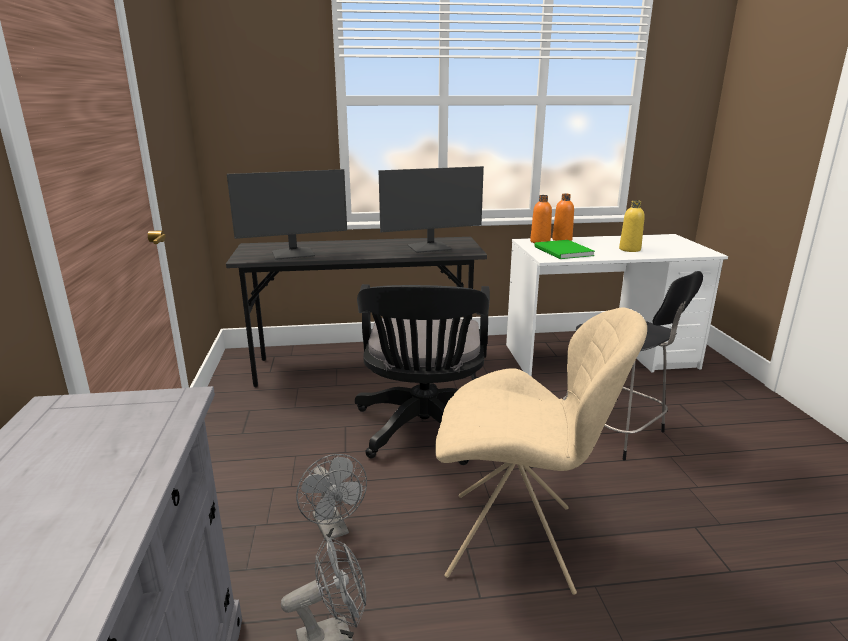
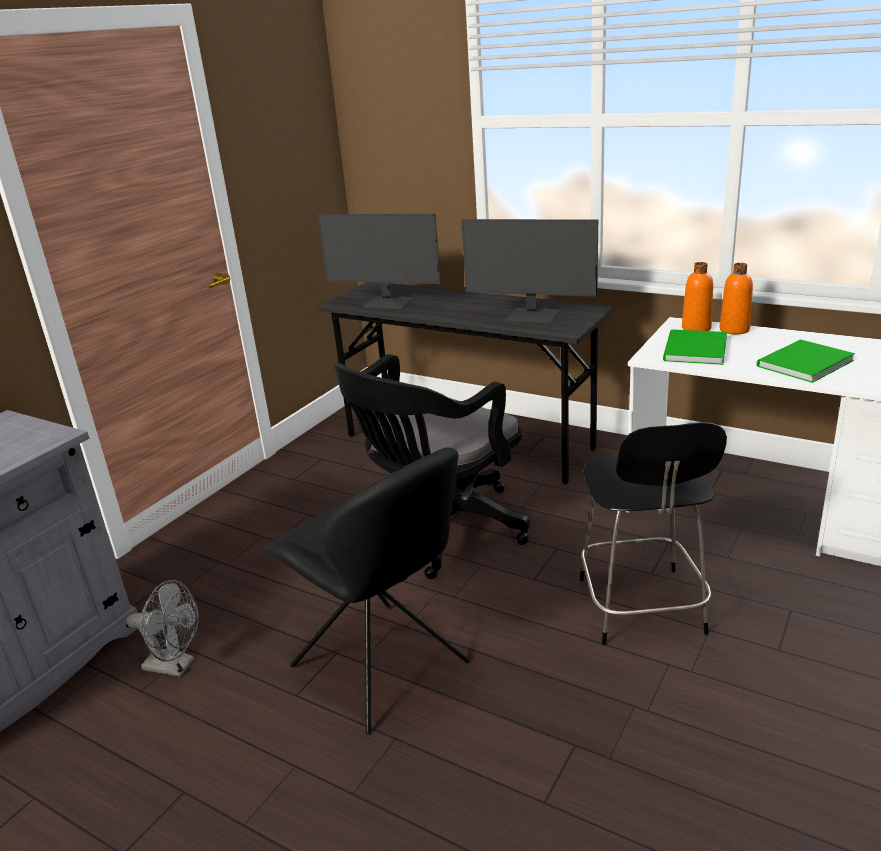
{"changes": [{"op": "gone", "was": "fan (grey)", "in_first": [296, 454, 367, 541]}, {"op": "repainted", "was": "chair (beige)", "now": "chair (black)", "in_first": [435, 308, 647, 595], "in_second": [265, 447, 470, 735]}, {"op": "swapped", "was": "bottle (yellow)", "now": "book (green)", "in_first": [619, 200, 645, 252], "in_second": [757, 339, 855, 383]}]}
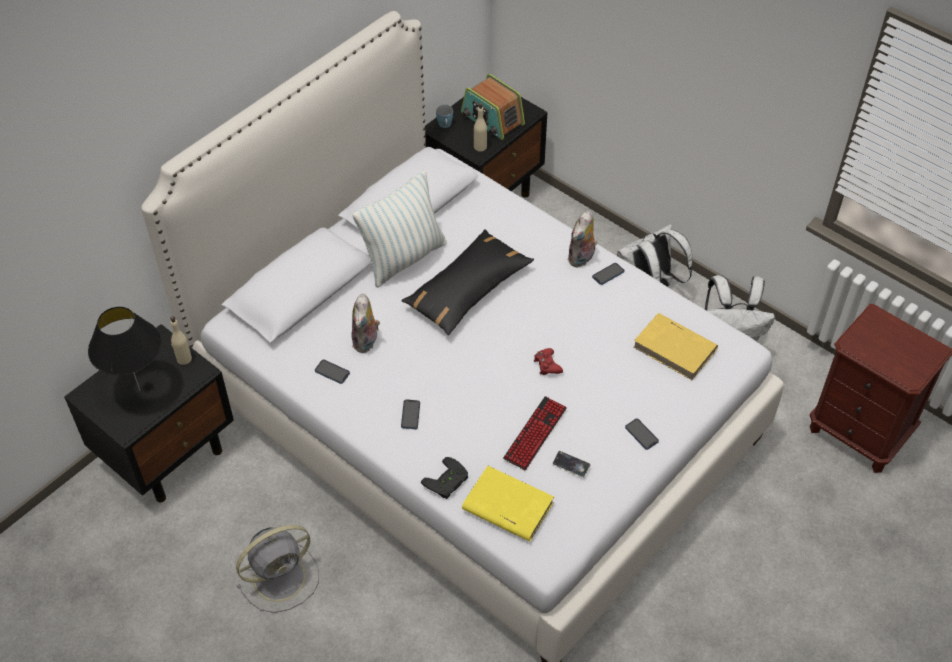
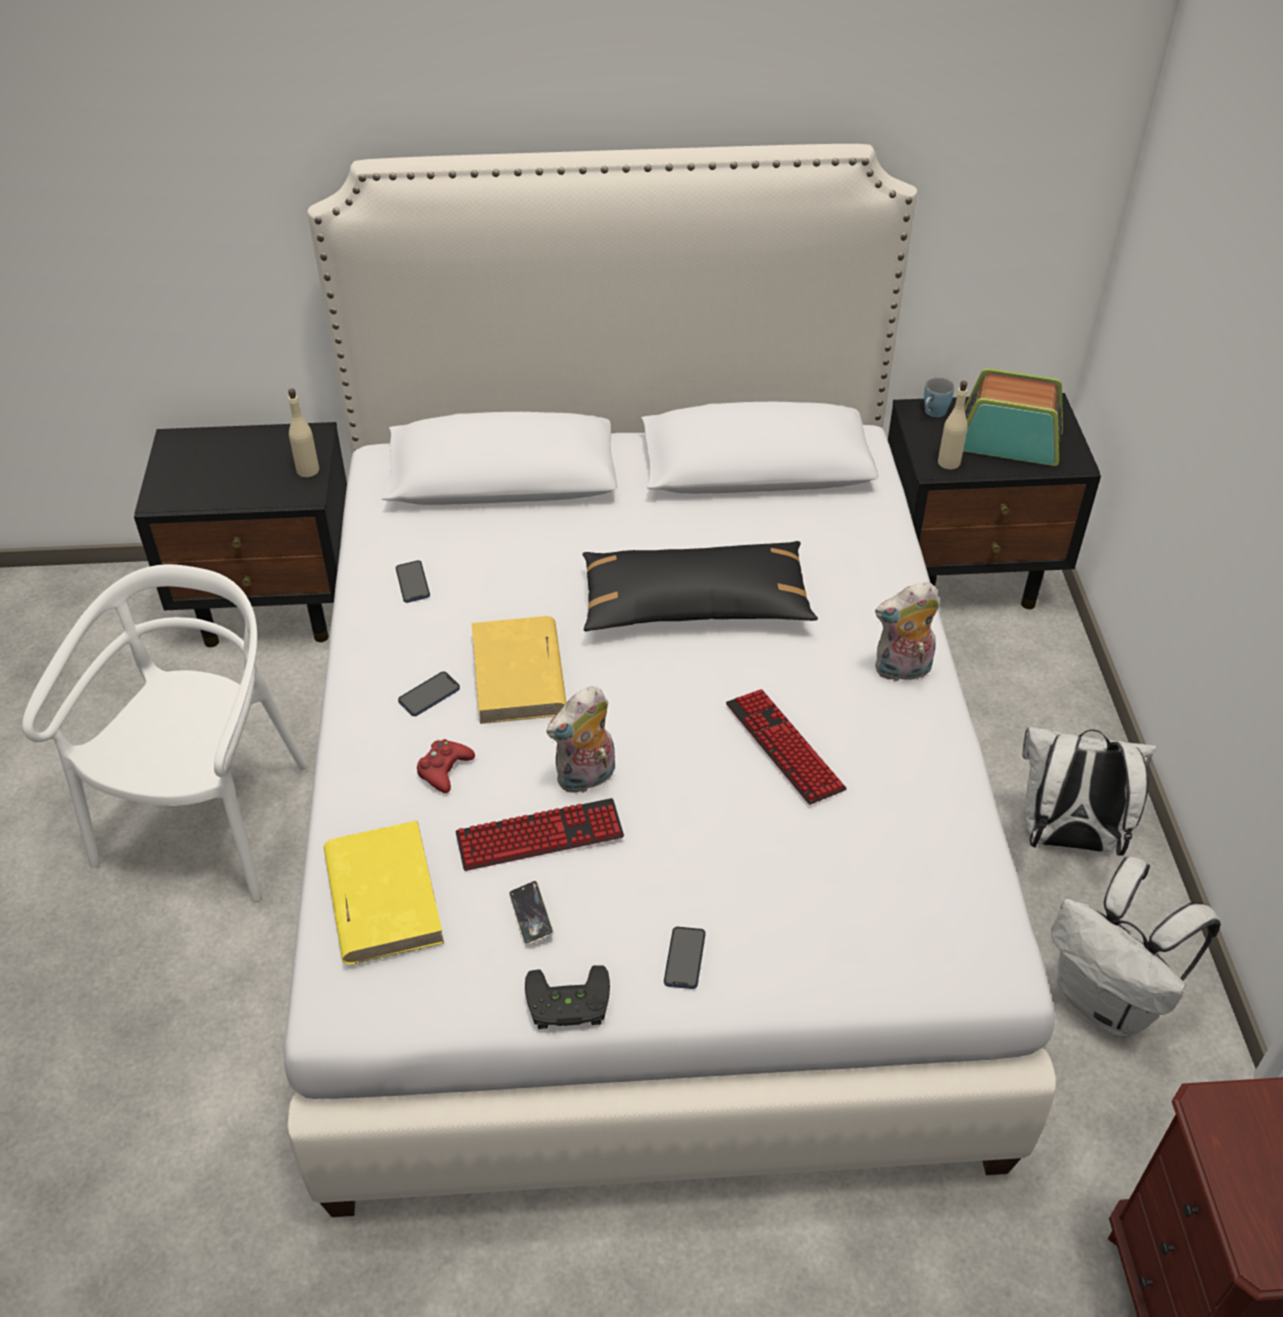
{"changes": [{"op": "gone", "was": "table lamp (black)", "in_first": [88, 307, 162, 392]}, {"op": "swapped", "was": "fan (grey)", "now": "chair (white)", "in_first": [236, 525, 319, 613], "in_second": [22, 564, 308, 902]}, {"op": "shifted", "was": "plush toy", "in_first": [352, 294, 380, 353], "in_second": [546, 686, 615, 793]}, {"op": "gone", "was": "pillow", "in_first": [353, 170, 447, 287]}, {"op": "shifted", "was": "game controller (black)", "in_first": [421, 457, 468, 499], "in_second": [525, 965, 610, 1029]}, {"op": "rotated", "was": "radio", "in_first": [461, 74, 525, 140], "in_second": [963, 368, 1063, 466], "clockwise": 105}, {"op": "shifted", "was": "game controller (red)", "in_first": [534, 348, 563, 375], "in_second": [417, 739, 475, 793]}, {"op": "gone", "was": "phone", "in_first": [592, 263, 625, 285]}, {"op": "shifted", "was": "book (yellow)", "in_first": [633, 313, 718, 380], "in_second": [472, 616, 567, 724]}, {"op": "new", "now": "keyboard", "in_second": [726, 689, 847, 805]}]}
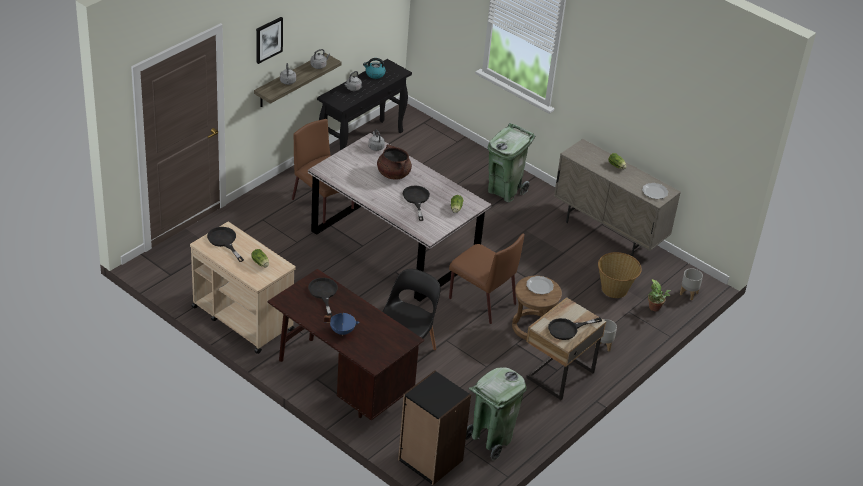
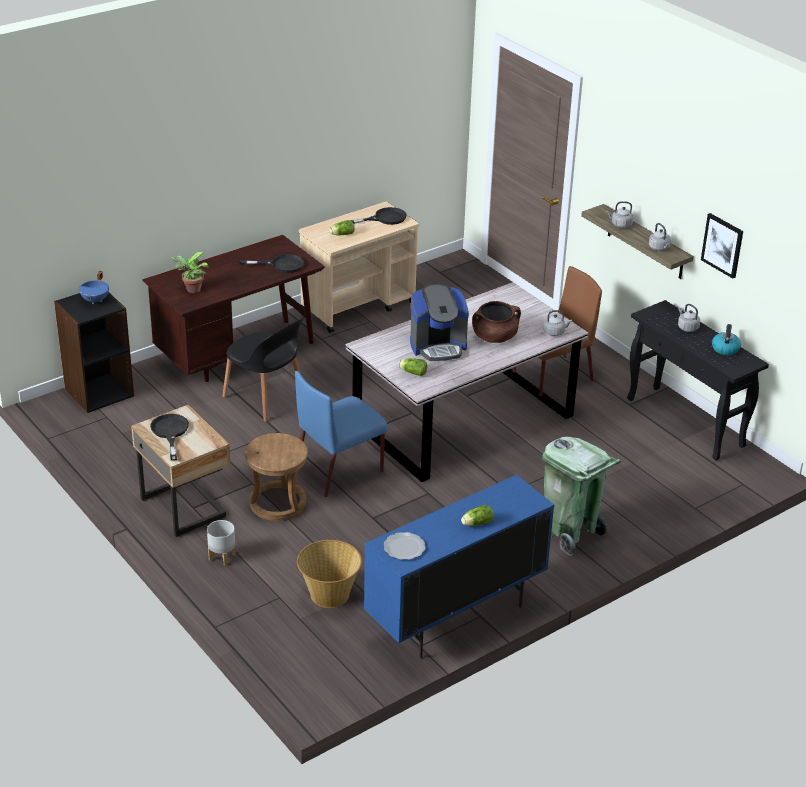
{"changes": [{"op": "shifted", "was": "picture", "in_first": [256, 17, 283, 64], "in_second": [701, 213, 743, 279]}, {"op": "shifted", "was": "cooking pot (blue)", "in_first": [324, 313, 360, 336], "in_second": [79, 271, 109, 304]}, {"op": "swapped", "was": "frying pan (black)", "now": "coffee machine", "in_first": [403, 185, 430, 221], "in_second": [410, 284, 469, 361]}, {"op": "repainted", "was": "chair (brown)", "now": "chair (blue)", "in_first": [449, 234, 524, 324], "in_second": [295, 371, 388, 497]}, {"op": "gone", "was": "trash can (green)", "in_first": [466, 367, 526, 461]}, {"op": "gone", "was": "plate", "in_first": [526, 276, 554, 294]}, {"op": "repainted", "was": "cabinet (beige)", "now": "cabinet (blue)", "in_first": [554, 139, 681, 257], "in_second": [364, 475, 554, 658]}, {"op": "shifted", "was": "potted plant", "in_first": [647, 279, 671, 311], "in_second": [170, 252, 209, 293]}, {"op": "gone", "was": "planter (grey)", "in_first": [680, 268, 703, 300]}]}
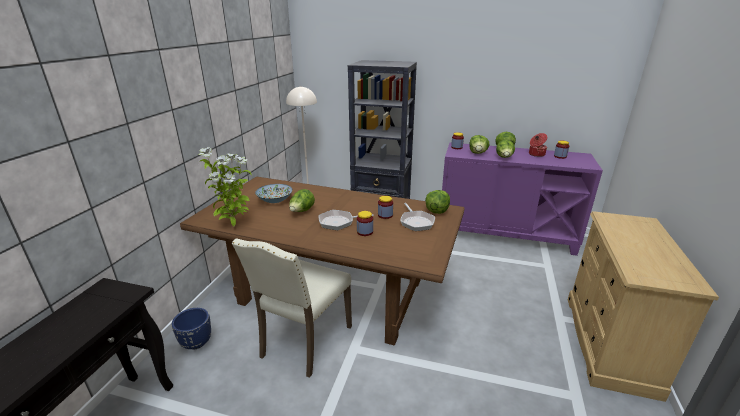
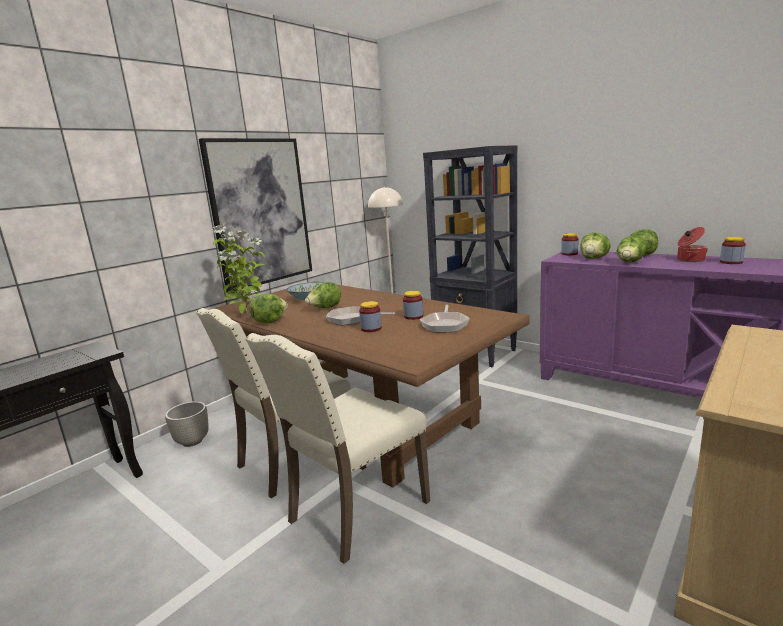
{"changes": [{"op": "repainted", "was": "planter (blue)", "now": "planter (grey)", "in_first": [172, 308, 211, 349], "in_second": [165, 401, 209, 447]}, {"op": "shifted", "was": "lettuce", "in_first": [425, 190, 450, 214], "in_second": [250, 294, 288, 323]}, {"op": "new", "now": "picture", "in_second": [199, 138, 312, 293]}, {"op": "new", "now": "chair (beige)", "in_second": [245, 333, 430, 564]}]}
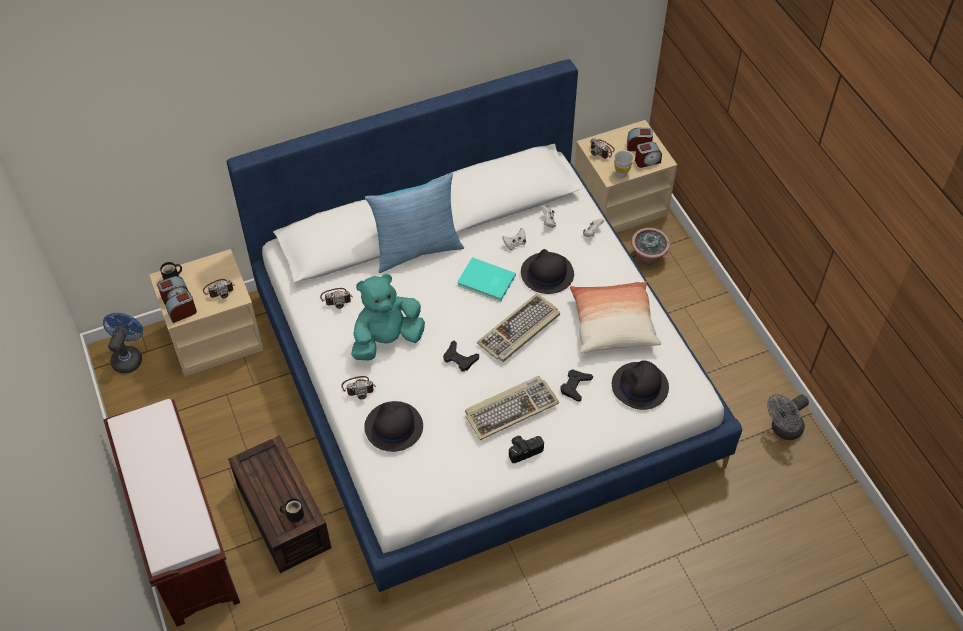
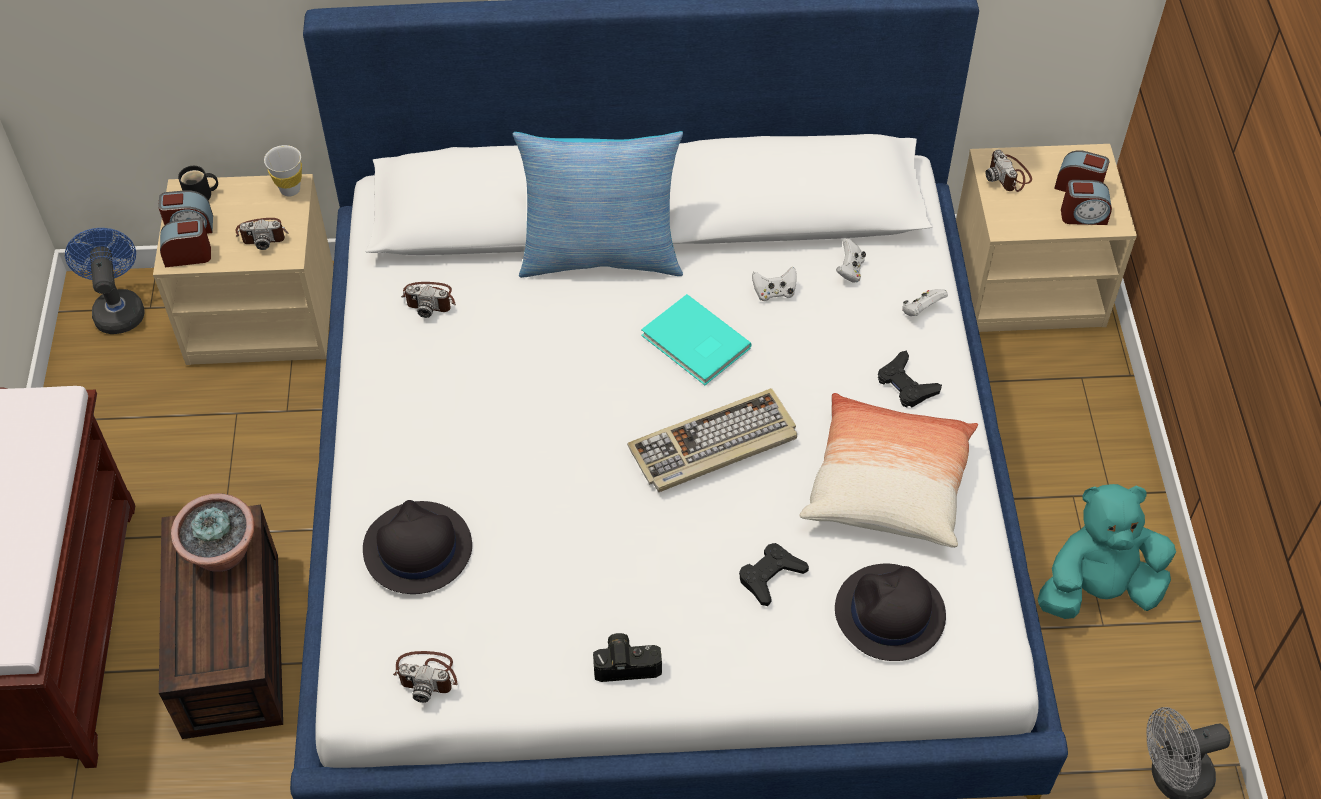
{"changes": [{"op": "rotated", "was": "fan (blue)", "in_first": [103, 313, 143, 373], "in_second": [65, 228, 144, 334], "clockwise": -45}, {"op": "gone", "was": "mug (black)", "in_first": [280, 498, 304, 522]}, {"op": "shifted", "was": "photo camera", "in_first": [341, 376, 376, 400], "in_second": [393, 651, 458, 703]}, {"op": "shifted", "was": "plush toy (turquoise)", "in_first": [351, 274, 425, 361], "in_second": [1038, 484, 1176, 619]}, {"op": "shifted", "was": "game controller (black)", "in_first": [443, 340, 479, 372], "in_second": [878, 350, 942, 408]}, {"op": "gone", "was": "keyboard", "in_first": [465, 376, 559, 440]}, {"op": "gone", "was": "hat (black)", "in_first": [521, 249, 574, 294]}, {"op": "shifted", "was": "cup (white)", "in_first": [614, 150, 634, 178], "in_second": [264, 145, 302, 197]}, {"op": "shifted", "was": "potted plant", "in_first": [631, 228, 670, 265], "in_second": [171, 493, 255, 572]}]}
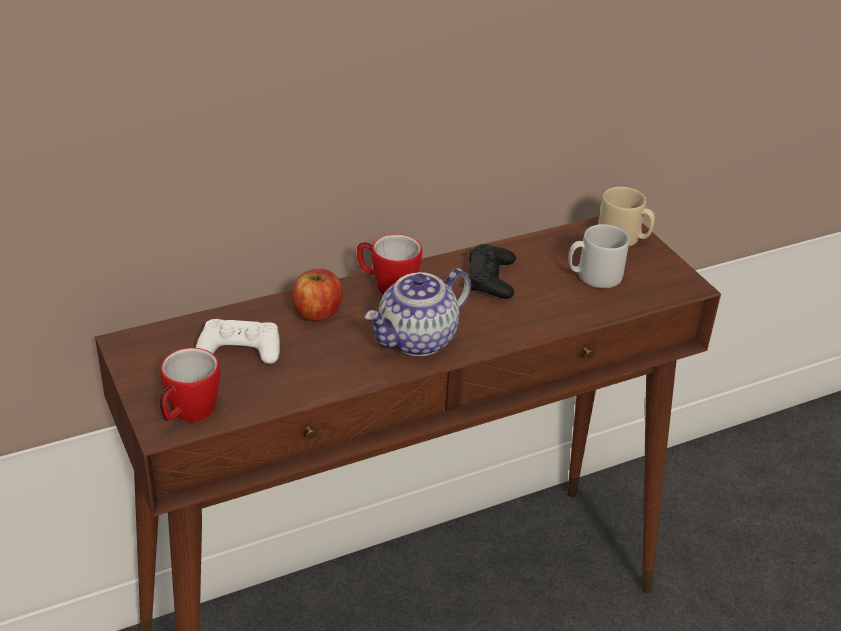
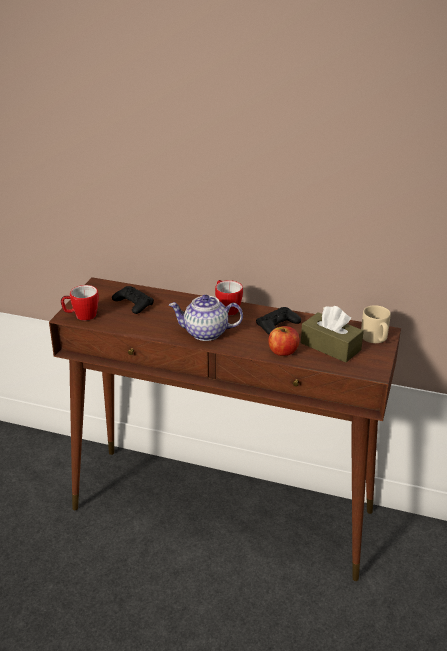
{"changes": [{"op": "repainted", "was": "game controller (white)", "now": "game controller (black)", "in_first": [196, 319, 280, 364], "in_second": [112, 286, 154, 314]}, {"op": "shifted", "was": "apple", "in_first": [292, 269, 343, 322], "in_second": [268, 326, 300, 356]}, {"op": "swapped", "was": "mug (grey)", "now": "tissue box (brown)", "in_first": [568, 224, 629, 288], "in_second": [301, 306, 364, 363]}]}
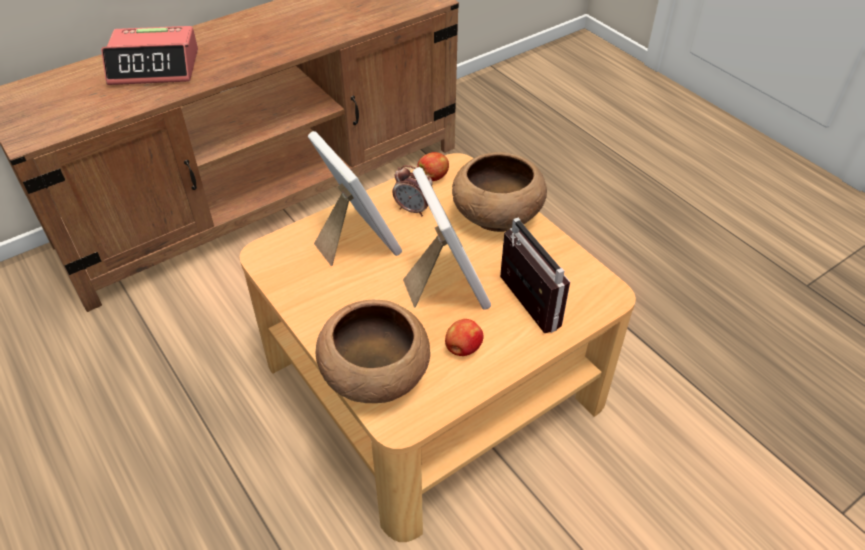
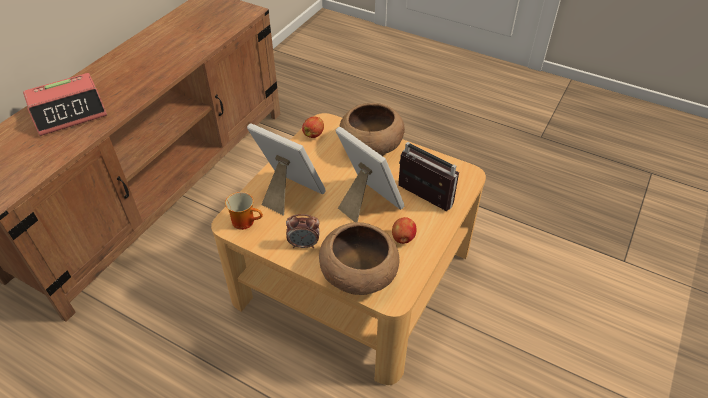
{"changes": [{"op": "shifted", "was": "alarm clock", "in_first": [393, 165, 433, 216], "in_second": [286, 214, 320, 248]}, {"op": "new", "now": "mug", "in_second": [225, 192, 263, 230]}]}
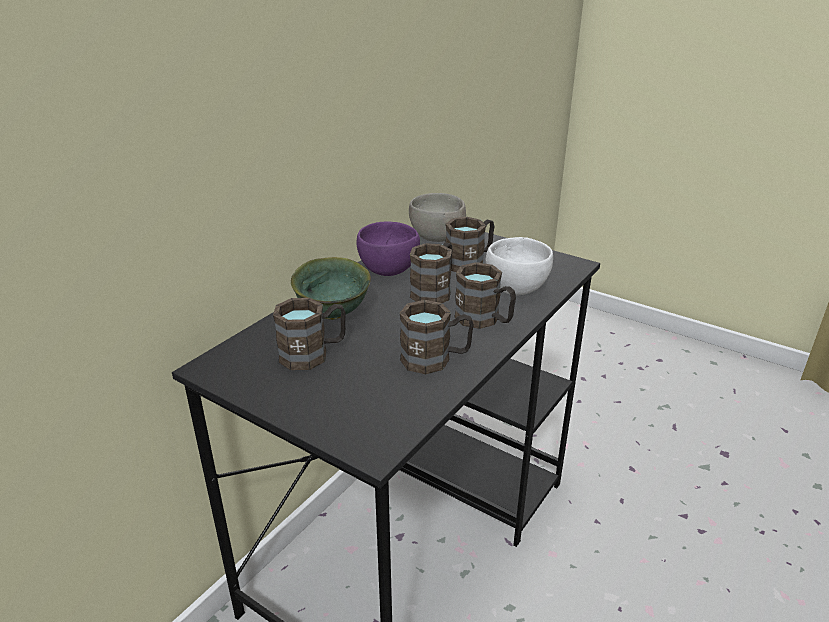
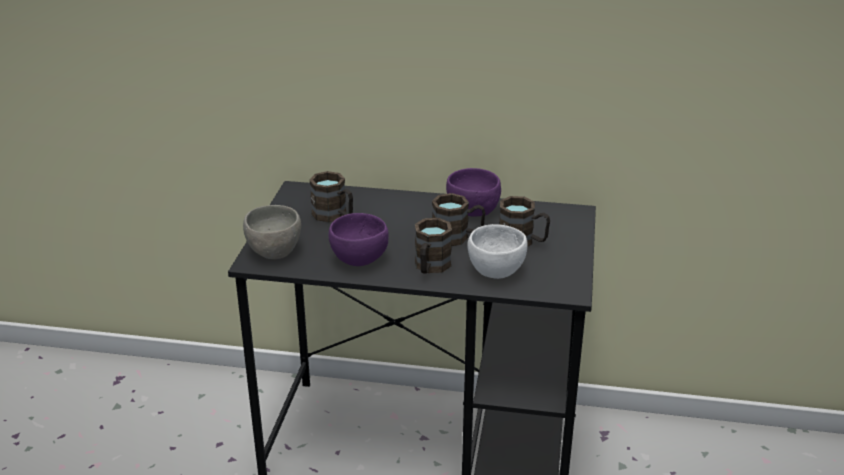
{"changes": [{"op": "gone", "was": "bowl (green)", "in_first": [291, 257, 371, 320]}, {"op": "swapped", "was": "mug (brown)", "now": "bowl (purple)", "in_first": [400, 300, 474, 374], "in_second": [328, 213, 389, 266]}, {"op": "shifted", "was": "bowl (grey)", "in_first": [409, 193, 466, 242], "in_second": [243, 205, 301, 259]}]}
